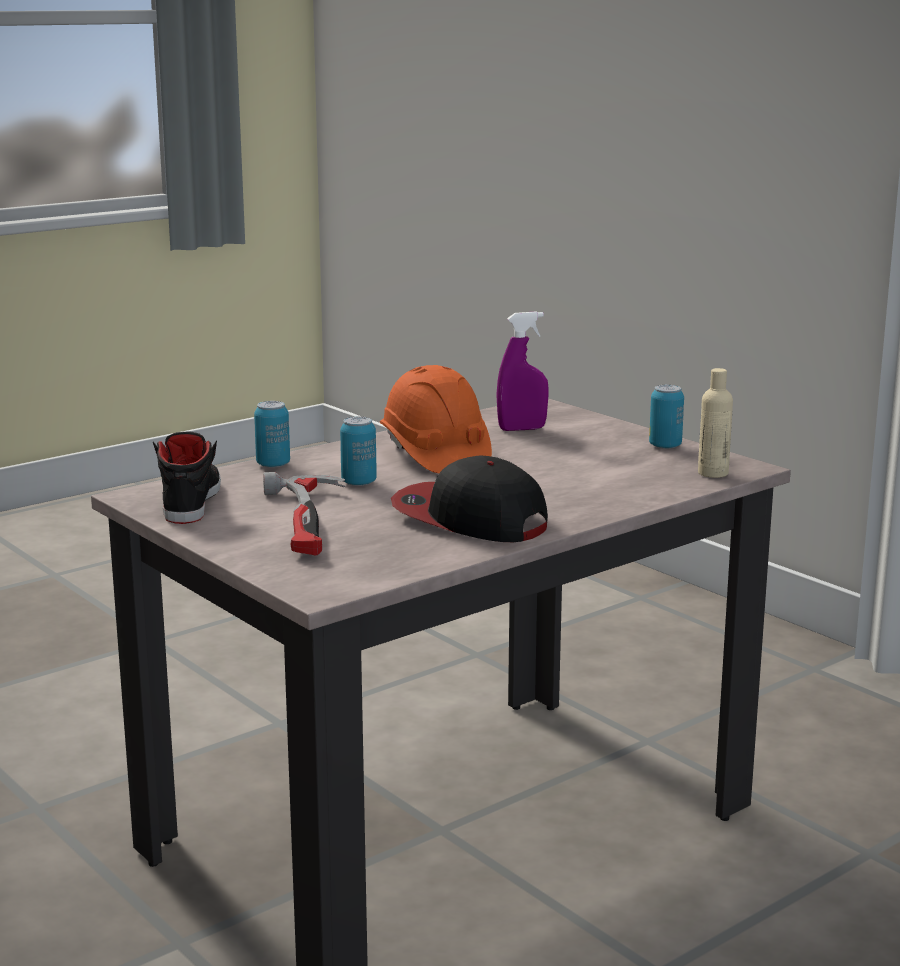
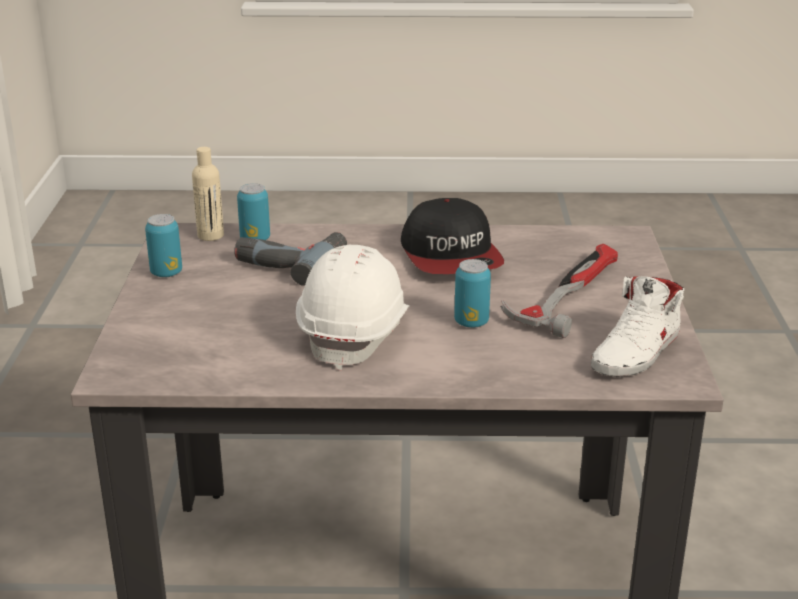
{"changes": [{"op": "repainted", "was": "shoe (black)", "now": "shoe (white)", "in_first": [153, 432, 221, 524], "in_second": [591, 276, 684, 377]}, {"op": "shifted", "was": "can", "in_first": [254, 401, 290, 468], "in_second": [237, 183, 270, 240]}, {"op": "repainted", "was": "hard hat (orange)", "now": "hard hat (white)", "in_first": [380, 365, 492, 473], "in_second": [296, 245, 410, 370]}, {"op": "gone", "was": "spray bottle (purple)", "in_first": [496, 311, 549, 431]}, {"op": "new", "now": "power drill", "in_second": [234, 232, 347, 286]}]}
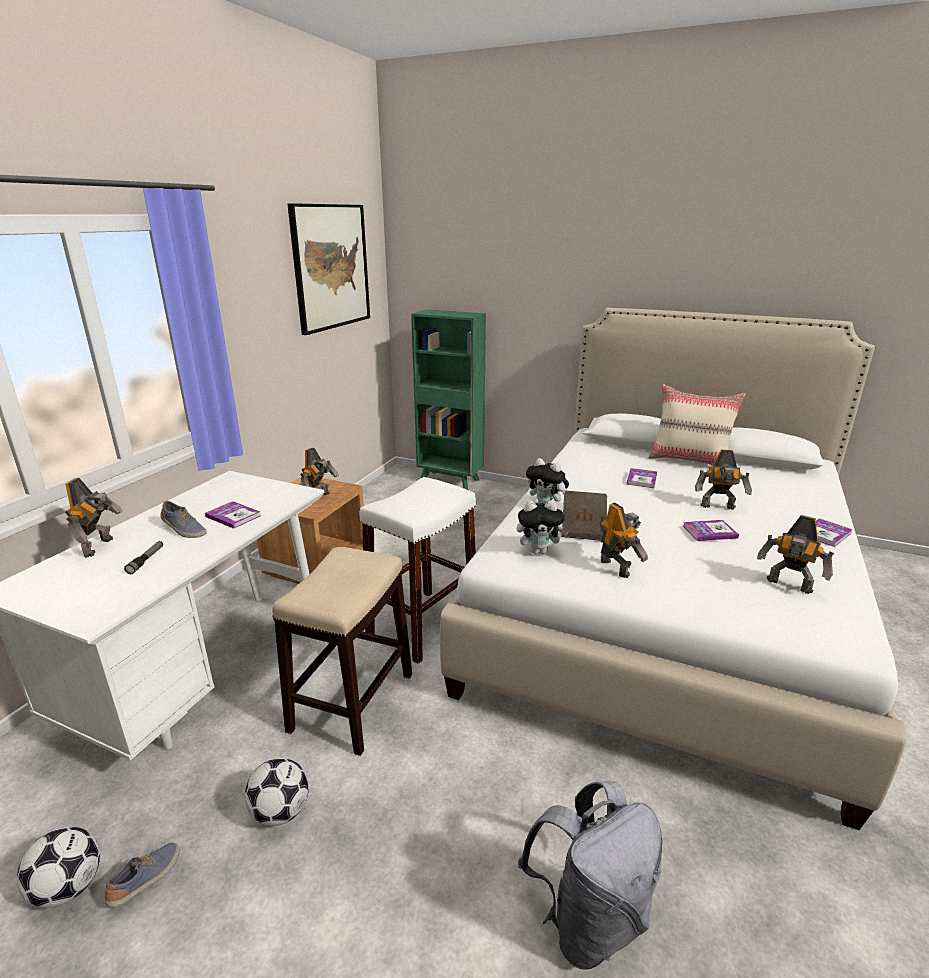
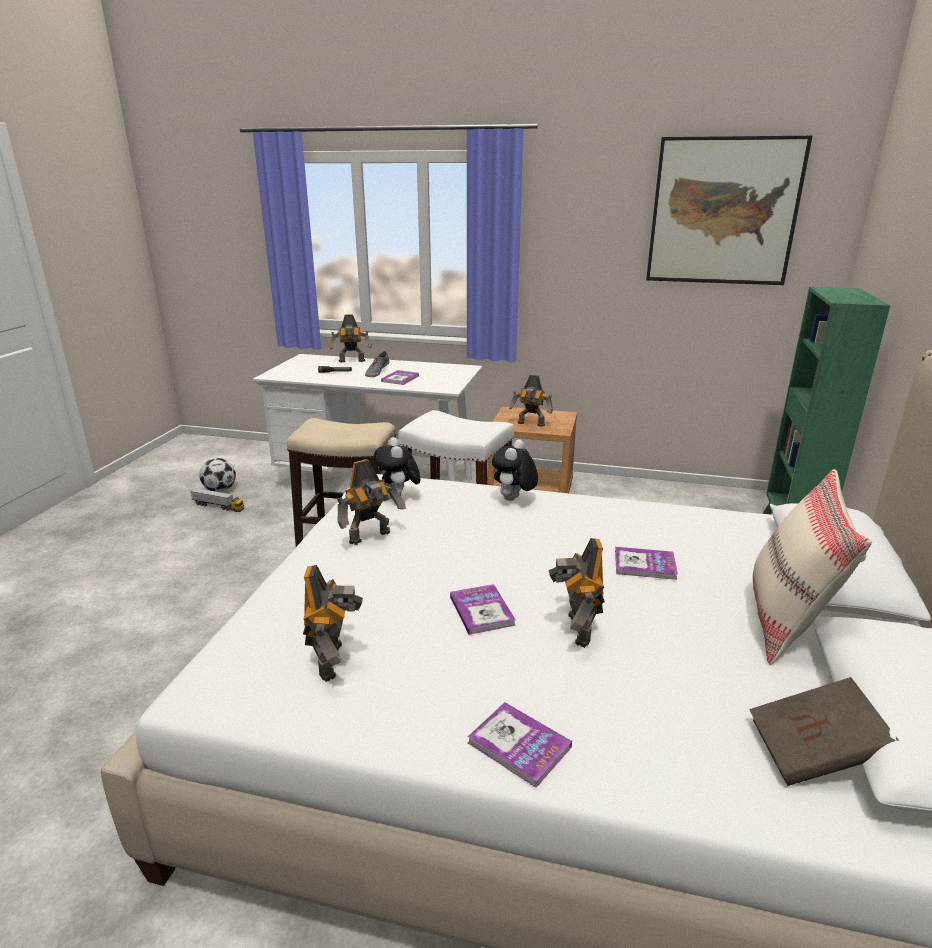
{"changes": [{"op": "swapped", "was": "shoe", "now": "toy truck", "in_first": [105, 842, 180, 907], "in_second": [190, 488, 244, 512]}, {"op": "gone", "was": "football", "in_first": [245, 758, 309, 826]}, {"op": "gone", "was": "backpack (grey)", "in_first": [518, 781, 662, 970]}, {"op": "shifted", "was": "book (brown)", "in_first": [561, 491, 607, 540], "in_second": [749, 677, 899, 786]}, {"op": "rotated", "was": "toy robot", "in_first": [757, 515, 834, 594], "in_second": [303, 565, 363, 682], "clockwise": 150}]}
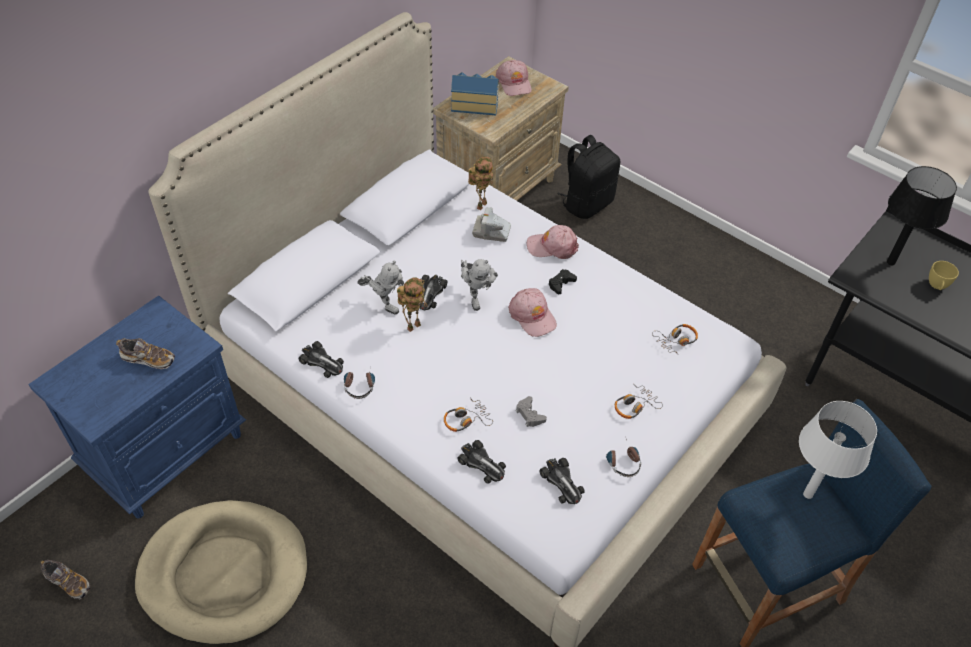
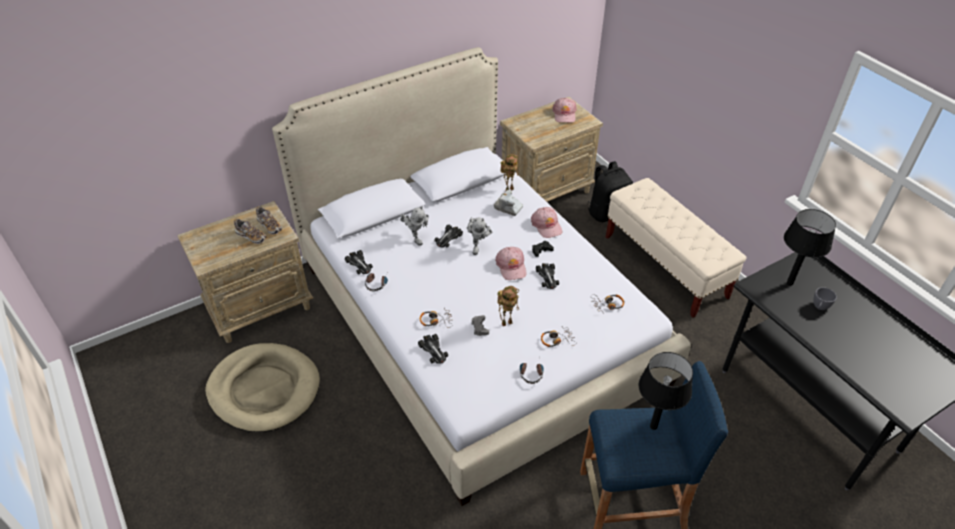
{"changes": [{"op": "repainted", "was": "nightstand (blue)", "now": "nightstand (beige)", "in_first": [29, 296, 246, 519], "in_second": [177, 201, 313, 343]}, {"op": "shifted", "was": "shoe", "in_first": [41, 560, 90, 599], "in_second": [256, 206, 282, 235]}, {"op": "shifted", "was": "toy robot", "in_first": [397, 277, 427, 332], "in_second": [497, 286, 519, 326]}, {"op": "gone", "was": "toy house", "in_first": [451, 72, 499, 115]}, {"op": "rotated", "was": "cap (pink)", "in_first": [526, 225, 579, 259], "in_second": [531, 207, 563, 238], "clockwise": -135}, {"op": "shifted", "was": "toy car", "in_first": [539, 458, 585, 504], "in_second": [536, 263, 559, 289]}, {"op": "repainted", "was": "table lamp (white)", "now": "table lamp (black)", "in_first": [799, 401, 877, 499], "in_second": [639, 352, 693, 430]}, {"op": "repainted", "was": "cup (yellow)", "now": "cup (grey)", "in_first": [929, 261, 959, 290], "in_second": [813, 287, 837, 310]}, {"op": "new", "now": "bench (beige)", "in_second": [606, 178, 747, 318]}]}
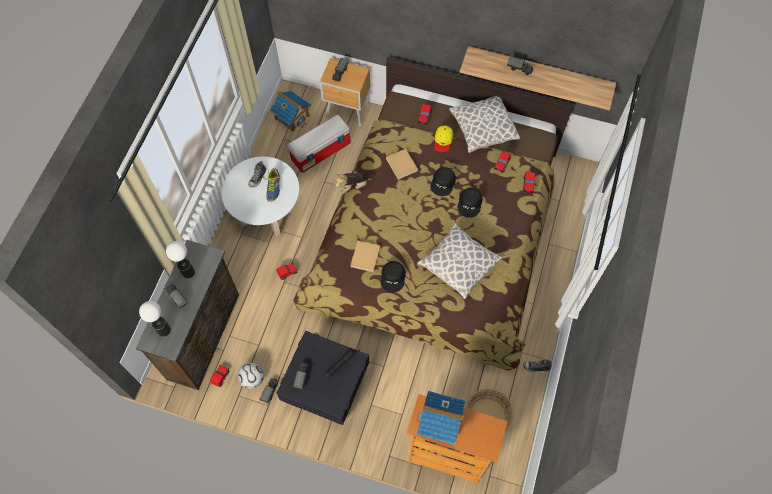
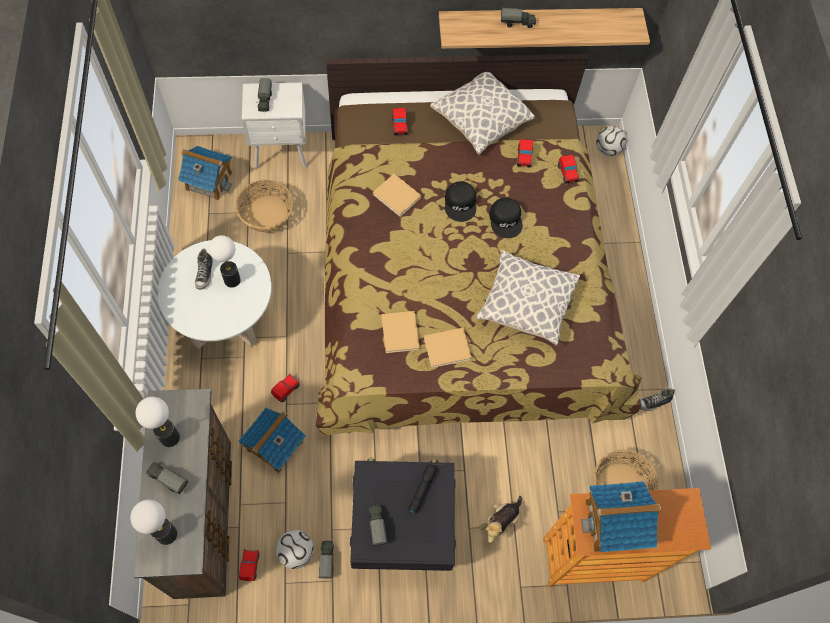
{"changes": [{"op": "swapped", "was": "shoe", "now": "table lamp", "in_first": [263, 168, 280, 202], "in_second": [209, 235, 241, 288]}, {"op": "swapped", "was": "storage box", "now": "basket", "in_first": [287, 114, 351, 173], "in_second": [235, 180, 294, 233]}, {"op": "repainted", "was": "nightstand (brown)", "now": "nightstand (white)", "in_first": [320, 58, 370, 127], "in_second": [242, 83, 307, 169]}, {"op": "shifted", "was": "plush toy", "in_first": [335, 172, 375, 194], "in_second": [479, 496, 522, 544]}, {"op": "swapped", "was": "cap (black)", "now": "book (beige)", "in_first": [380, 261, 406, 293], "in_second": [424, 328, 472, 368]}, {"op": "gone", "was": "cap (yellow)", "in_first": [434, 126, 453, 153]}, {"op": "new", "now": "toy house", "in_second": [238, 408, 306, 473]}, {"op": "new", "now": "football", "in_second": [596, 126, 627, 156]}]}
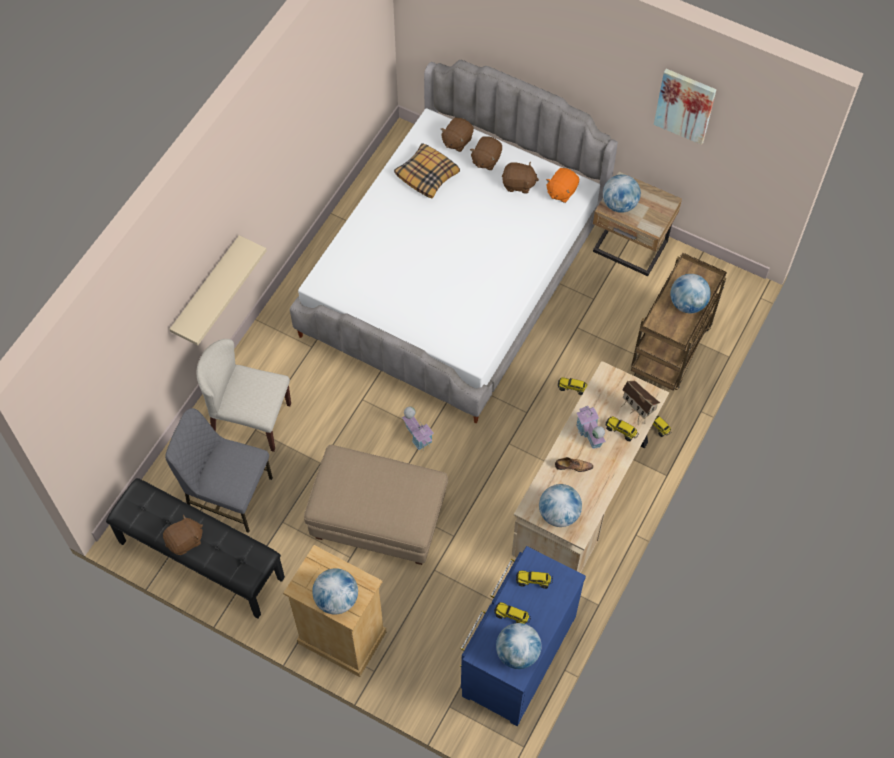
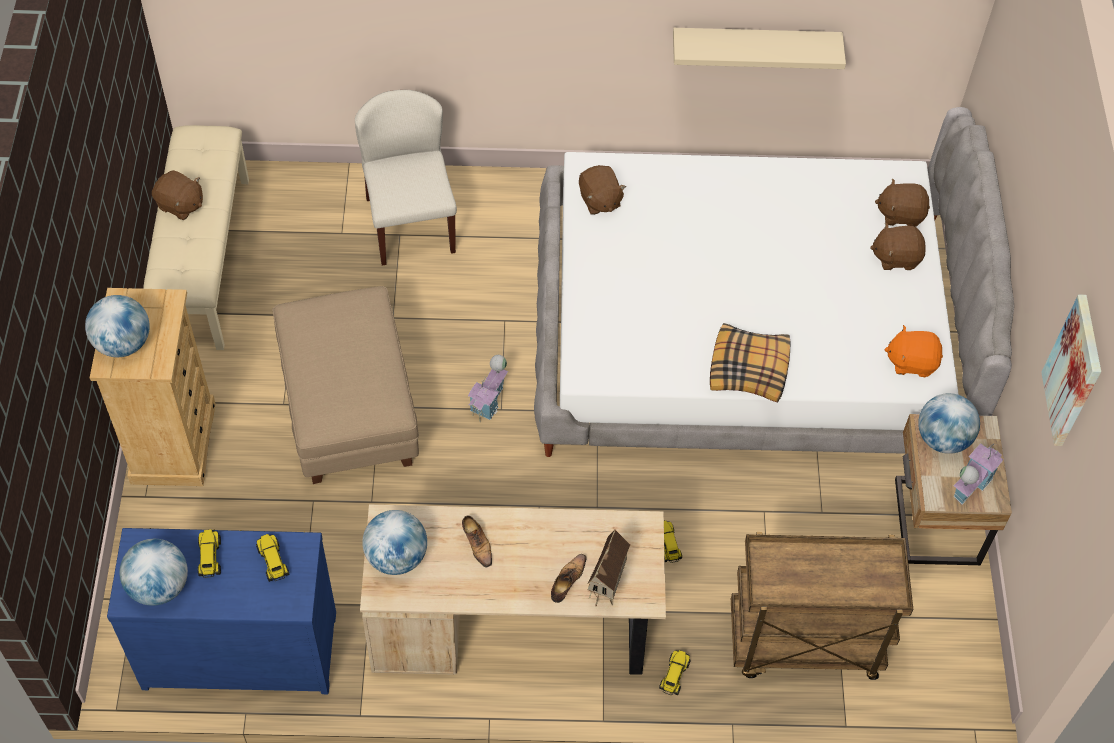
{"changes": [{"op": "repainted", "was": "bench (black)", "now": "bench (beige)", "in_first": [106, 478, 285, 618], "in_second": [143, 125, 249, 350]}, {"op": "gone", "was": "chair (grey)", "in_first": [165, 408, 273, 533]}, {"op": "shifted", "was": "shelf (beige)", "in_first": [170, 235, 267, 346], "in_second": [673, 28, 846, 69]}, {"op": "shifted", "was": "pillow", "in_first": [394, 143, 460, 198], "in_second": [710, 323, 790, 403]}, {"op": "shifted", "was": "plush toy (brown)", "in_first": [502, 162, 539, 194], "in_second": [579, 165, 626, 215]}, {"op": "shifted", "was": "toy house", "in_first": [576, 406, 606, 449], "in_second": [953, 443, 1003, 505]}, {"op": "swapped", "was": "toy truck", "now": "shoe", "in_first": [606, 416, 639, 441], "in_second": [551, 554, 586, 603]}, {"op": "gone", "was": "globe", "in_first": [670, 274, 711, 313]}]}
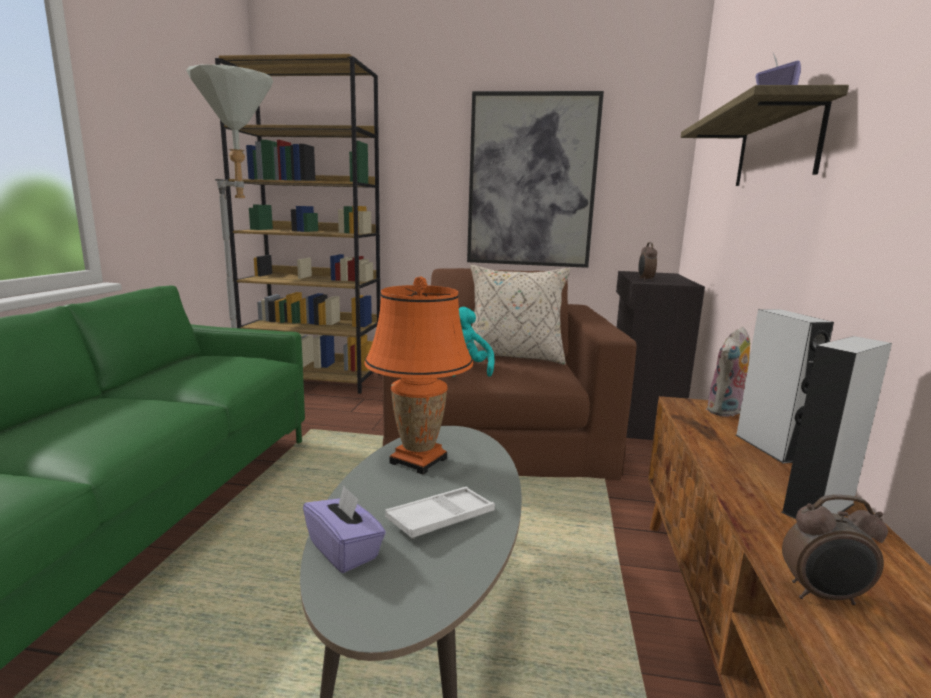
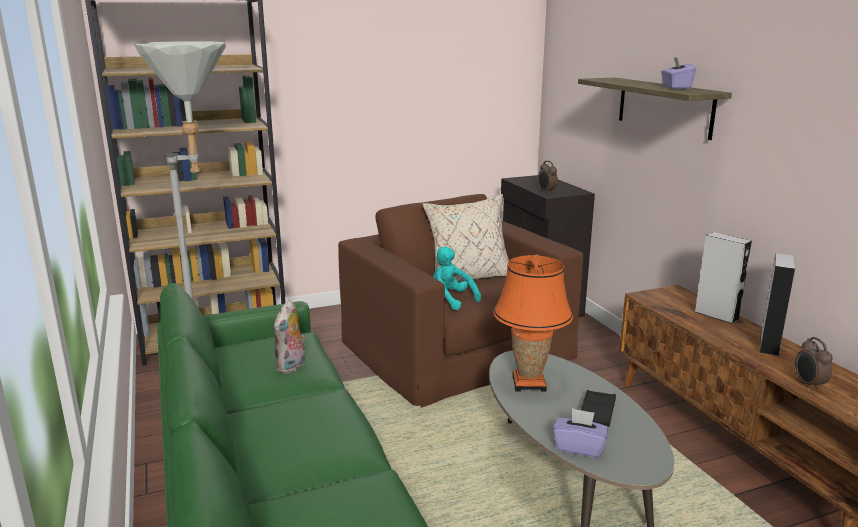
{"changes": [{"op": "repainted", "was": "tray (white)", "now": "tray (black)", "in_first": [385, 487, 495, 539], "in_second": [580, 390, 616, 427]}, {"op": "gone", "was": "picture", "in_first": [467, 91, 604, 268]}, {"op": "shifted", "was": "plush toy", "in_first": [706, 327, 750, 417], "in_second": [273, 300, 305, 374]}, {"op": "rotated", "was": "alarm clock", "in_first": [782, 495, 888, 605], "in_second": [795, 337, 833, 391], "clockwise": 105}]}
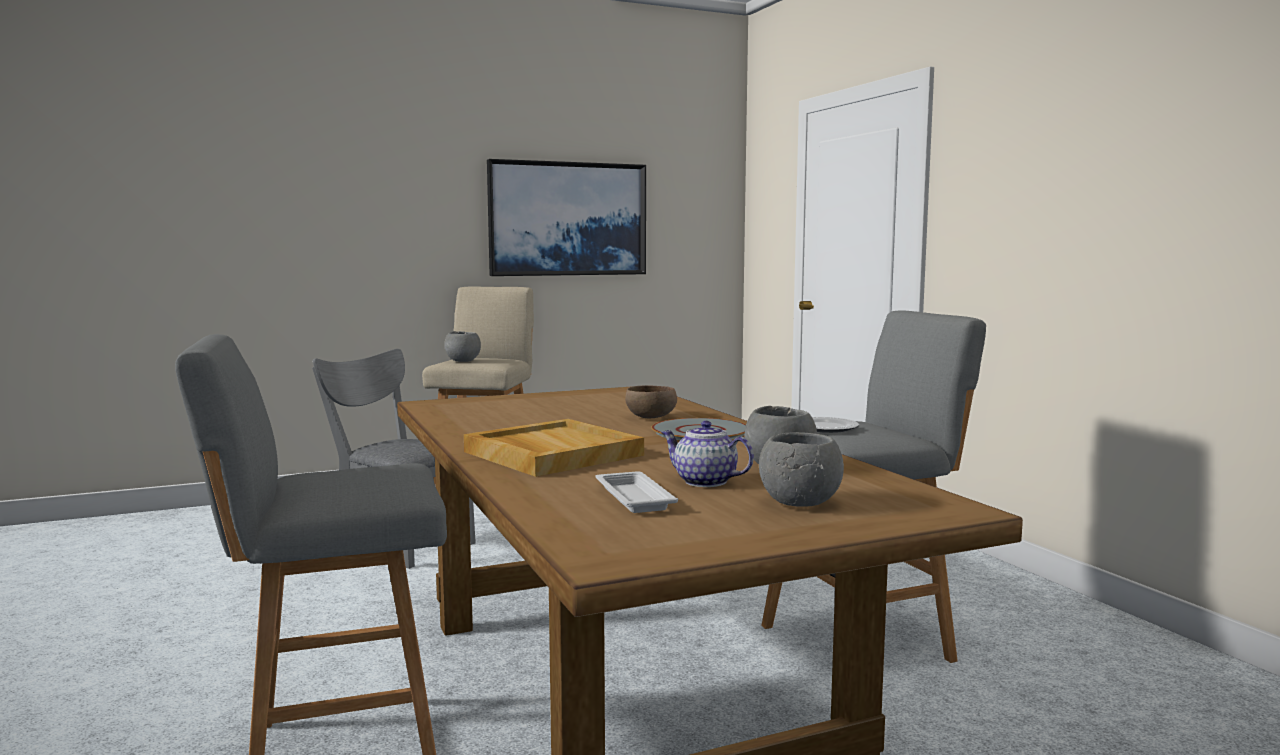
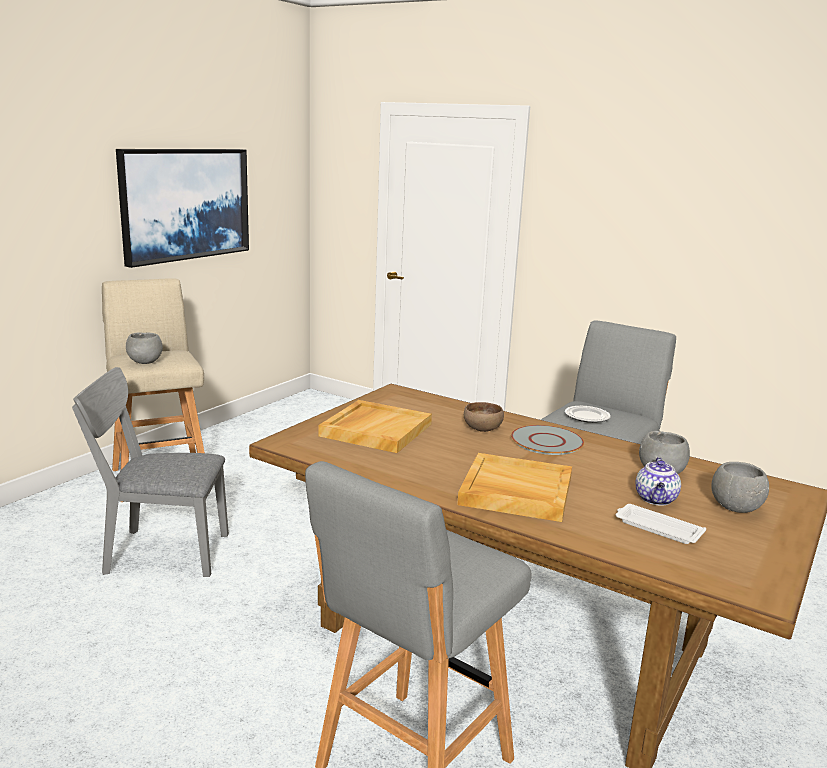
{"changes": [{"op": "rotated", "was": "teapot", "in_first": [661, 421, 754, 487], "in_second": [635, 457, 681, 506], "clockwise": -75}, {"op": "new", "now": "tray (beige)", "in_second": [319, 400, 432, 453]}]}
